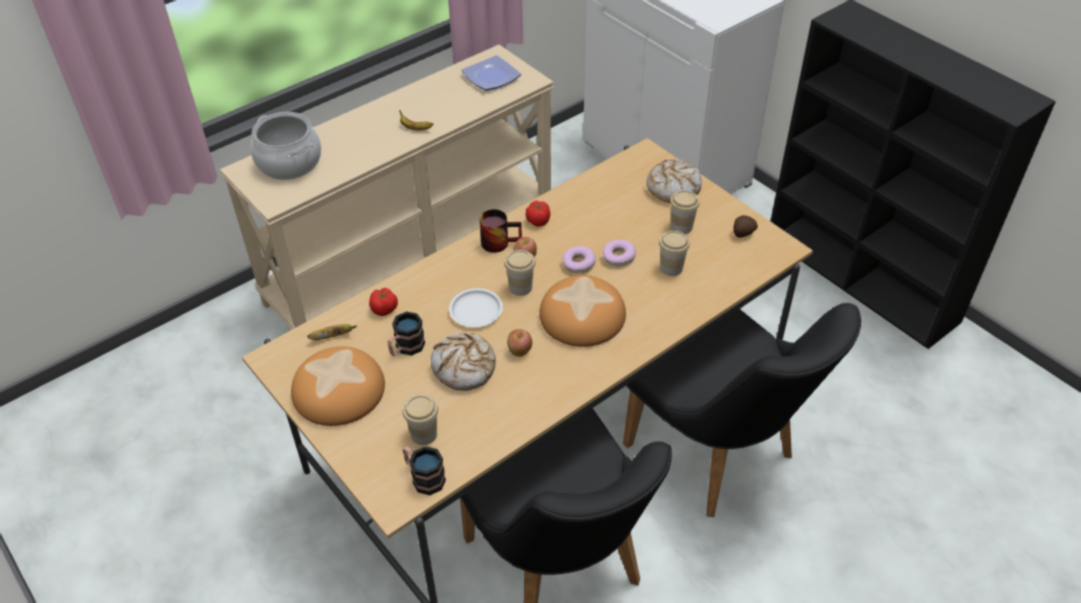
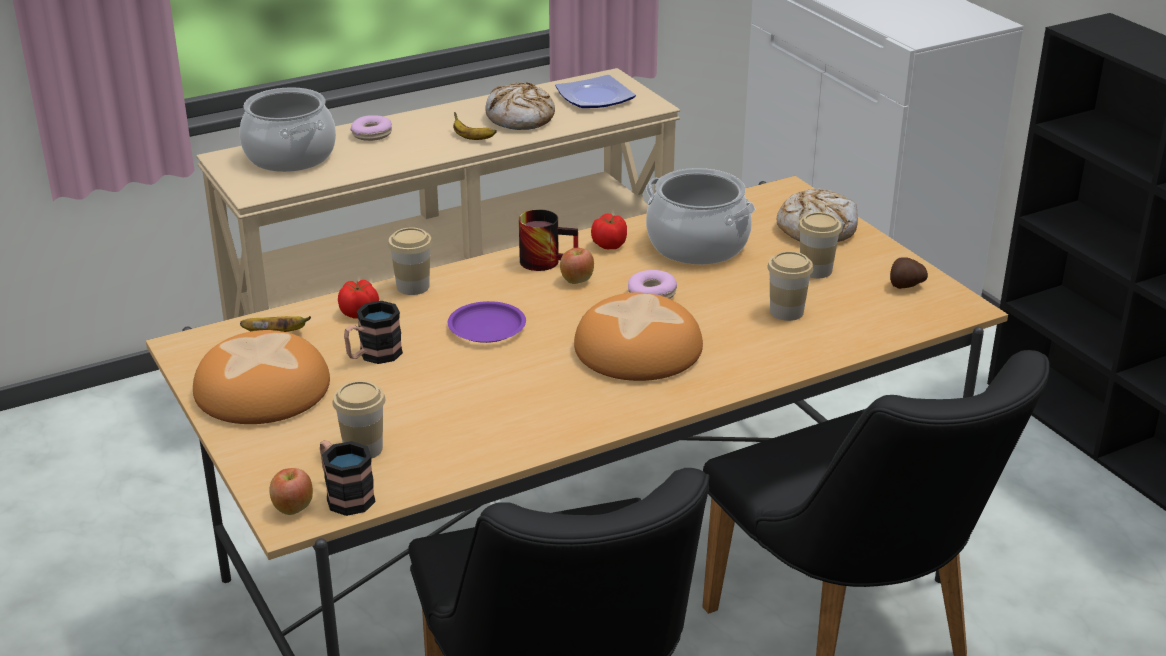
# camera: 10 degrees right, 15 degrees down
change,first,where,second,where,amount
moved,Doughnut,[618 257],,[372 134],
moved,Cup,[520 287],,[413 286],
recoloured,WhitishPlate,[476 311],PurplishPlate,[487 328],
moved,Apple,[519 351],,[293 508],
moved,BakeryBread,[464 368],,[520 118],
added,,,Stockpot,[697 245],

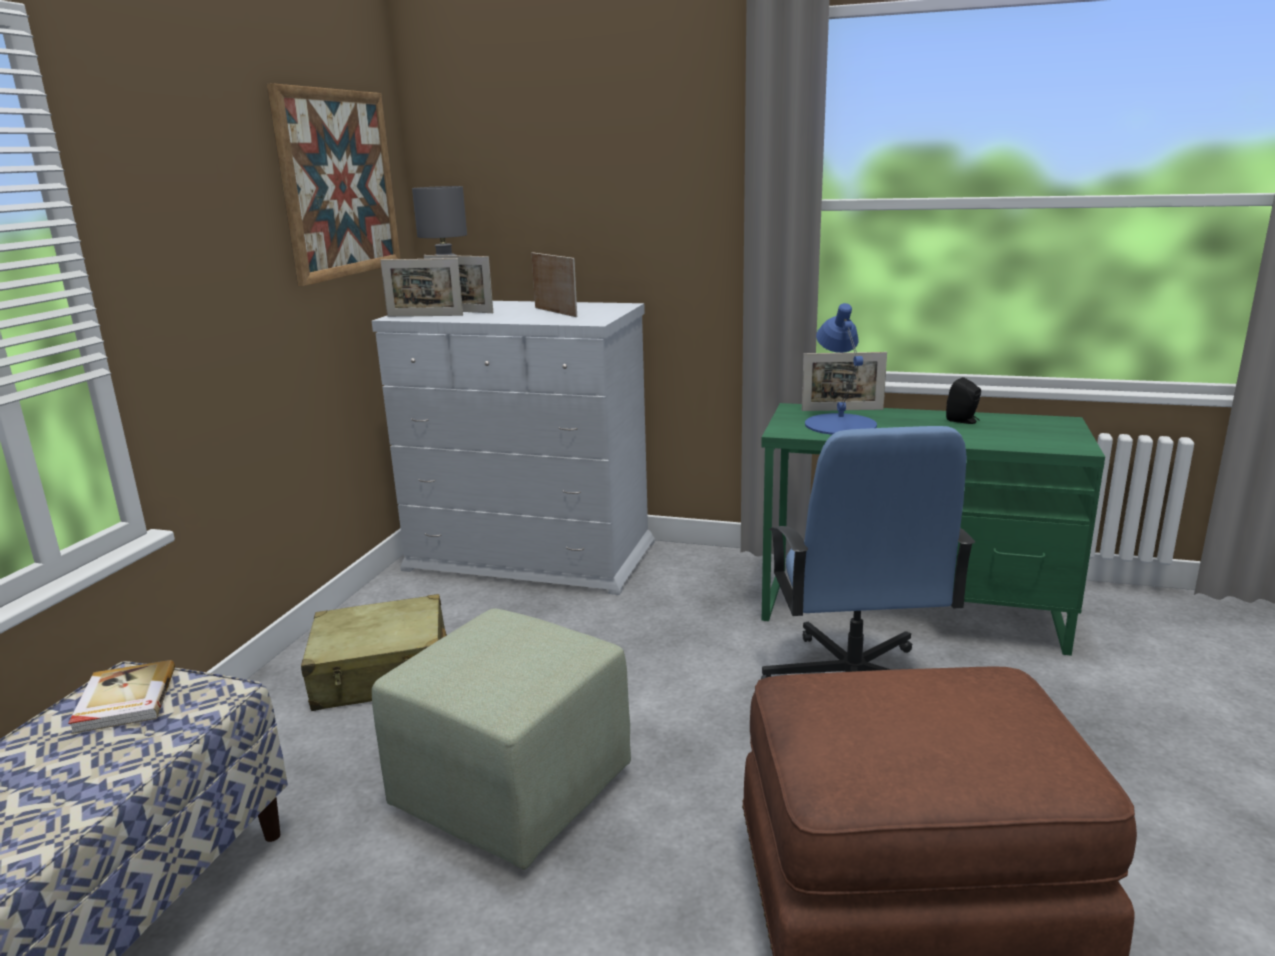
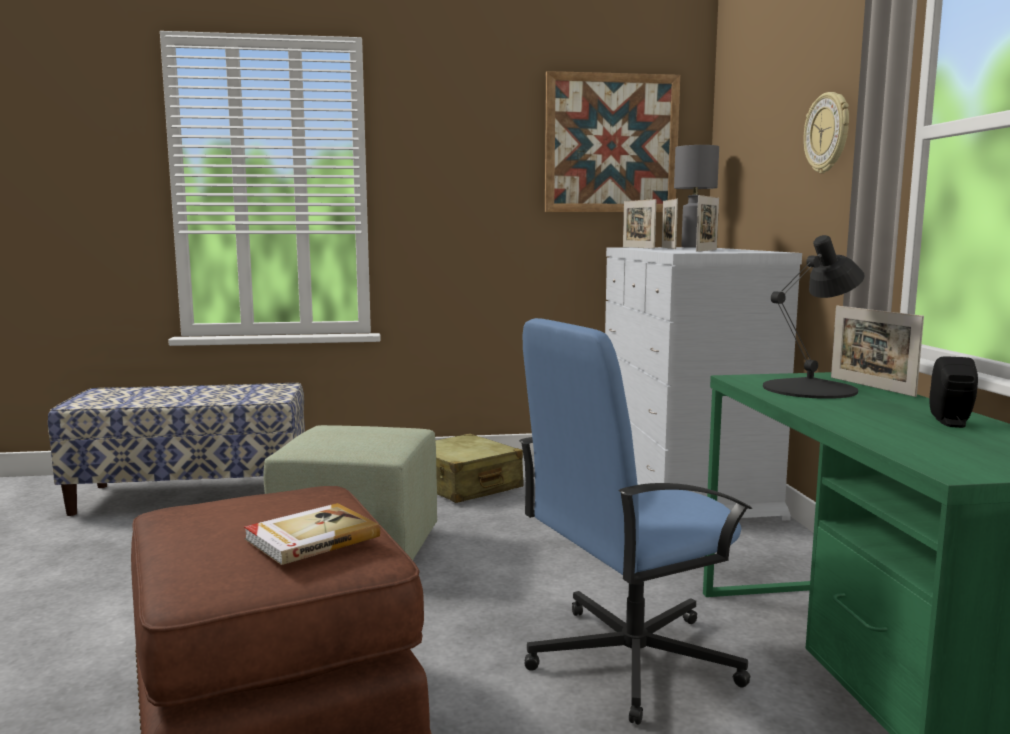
# camera: 65 degrees right, 10 degrees down
change,first,where,second,where,amount
recoloured,BlueColouredLampForATable,[840 424],BlackishLampForATable,[811 389],
moved,BoundBook,[124 700],,[310 538],
added,,,ClockOnTheWall,[828 133],

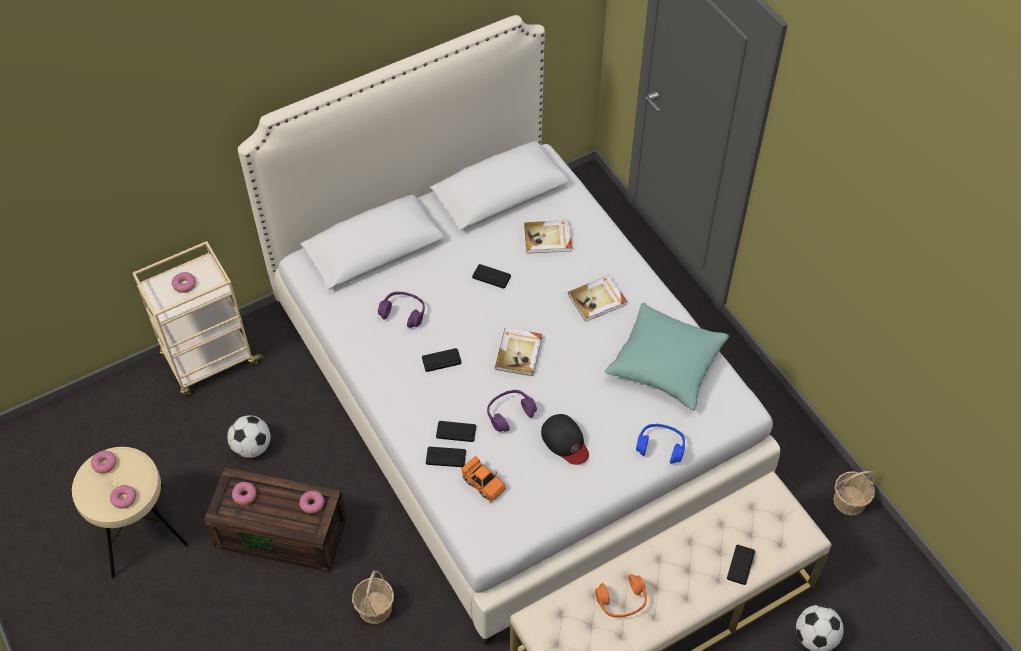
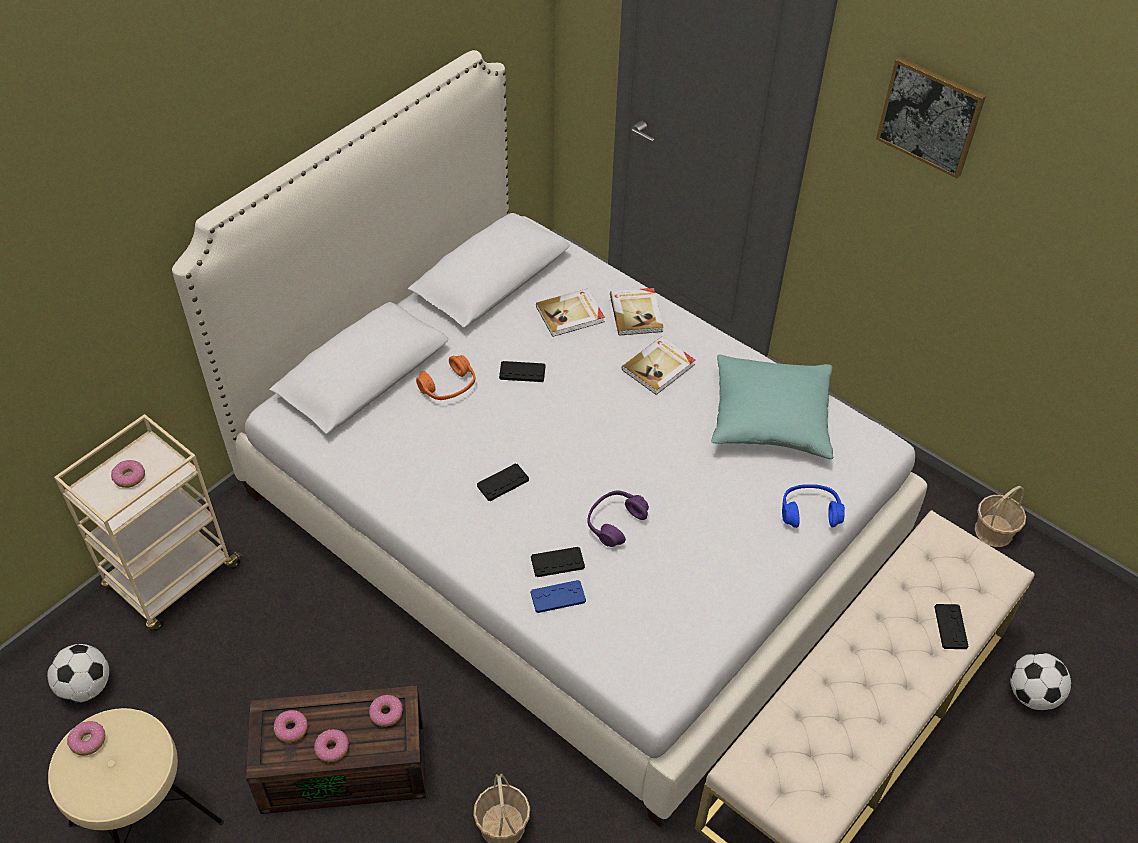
# camera: 20 degrees left, 5 degrees down
change,first,where,second,where,amount
removed,PurplishHeadset,[403 313],,,
moved,BoundBook,[519 353],,[637 313],
removed,BlackishBaseballCap,[565 441],,,
moved,FootballBall,[252 447],,[86 687],
recoloured,BlackishJoypad,[446 457],BlueColouredJoypad,[558 597],
removed,OrangeColouredMiniatureCar,[483 483],,,
moved,Doughnut,[124 499],,[332 748],
moved,OrangeColouredHeadset,[622 601],,[448 387],
added,,,WallArt,[930 116],

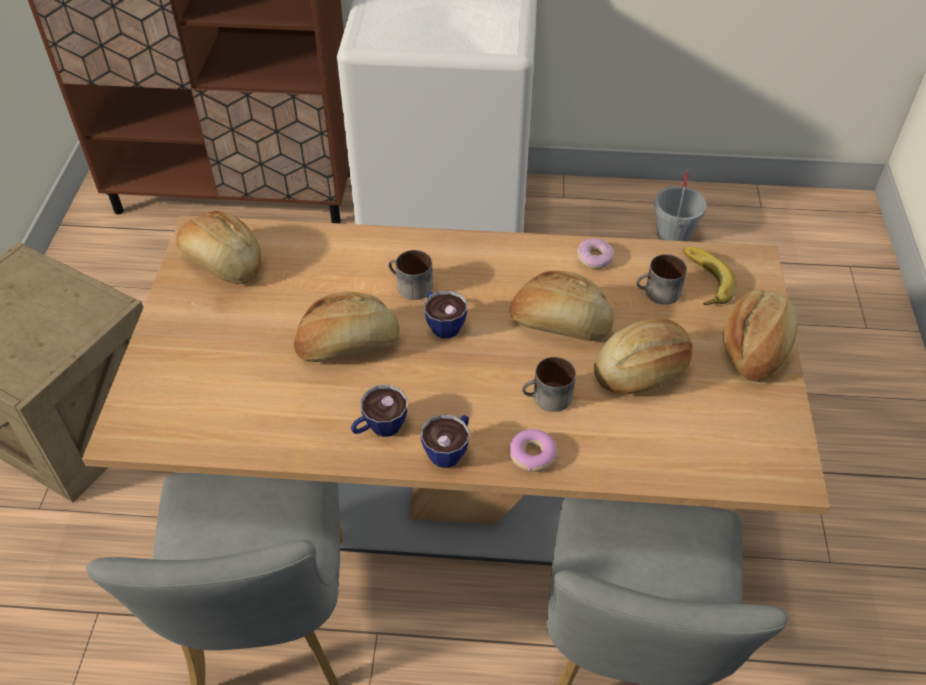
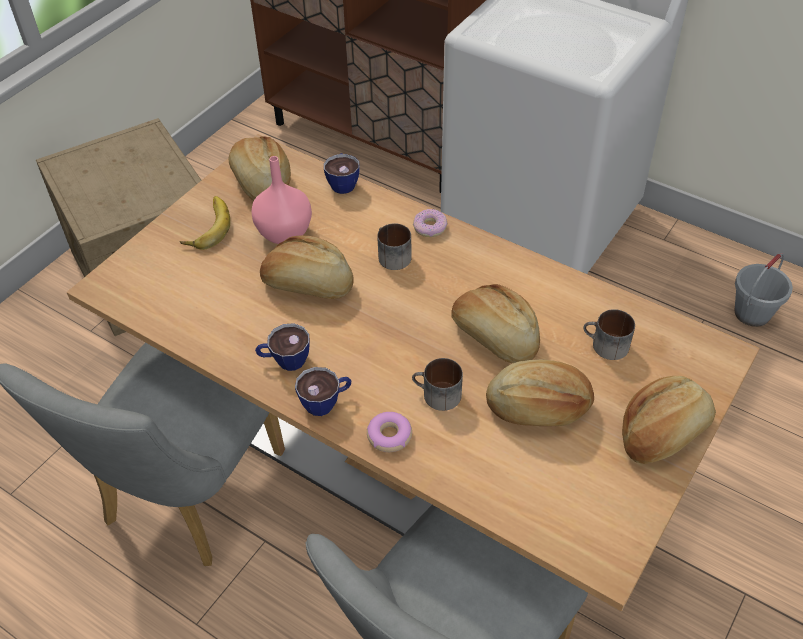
# camera: 30 degrees right, 0 degrees up
change,first,where,second,where,amount
moved,Doughnut,[595 258],,[430 227],
moved,WholeBanana,[701 280],,[206 227],
moved,Cup,[442 324],,[343 182],
added,,,PinkFlowerVase,[286 233],

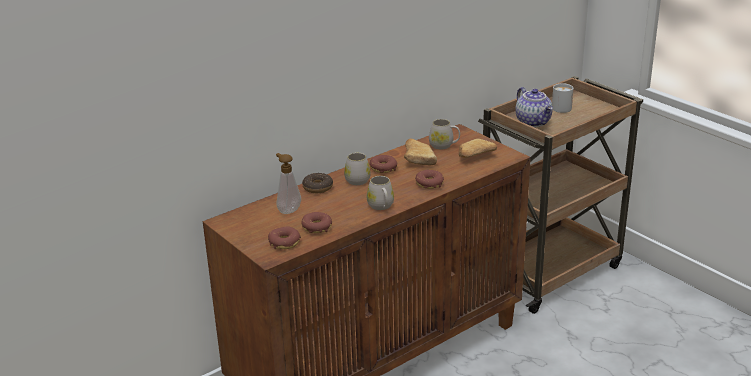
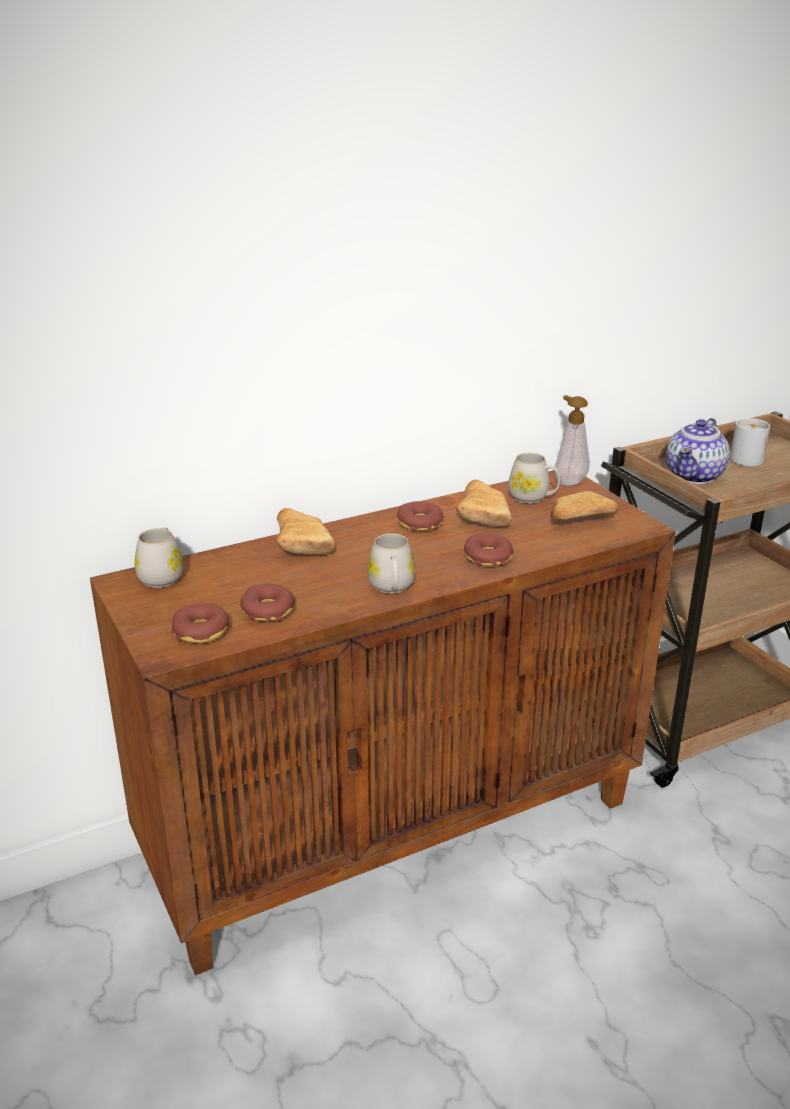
# camera: 10 degrees right, 0 degrees up
change,first,where,second,where,amount
turned,PotForTea,[534 122],,[695 476],45 degrees clockwise
moved,WhitishCoffeeMug,[357 179],,[162 575],
moved,SoapBottle,[288 210],,[568 481],
replaced,Doughnut,[318 187],BakeryBread,[300 543],

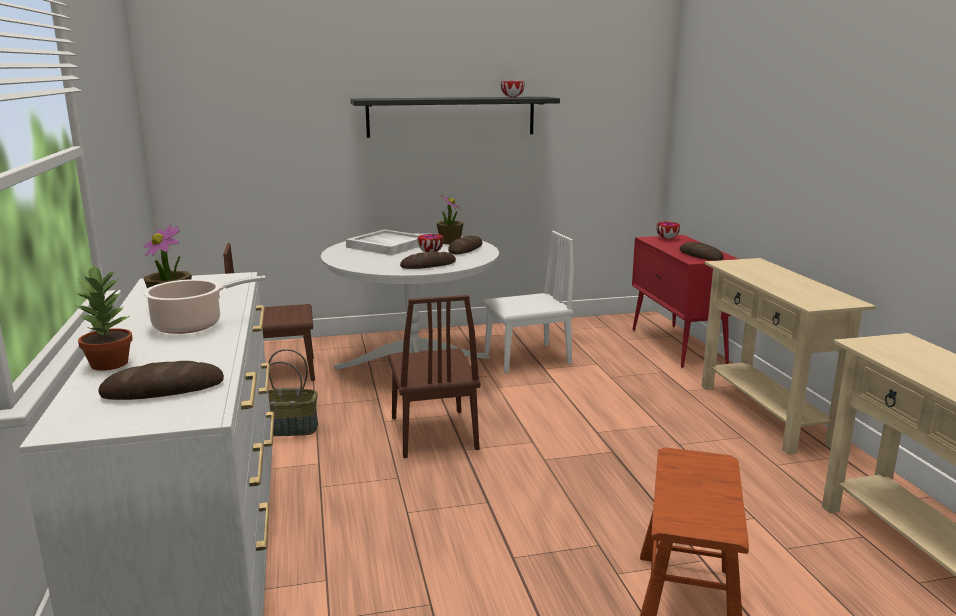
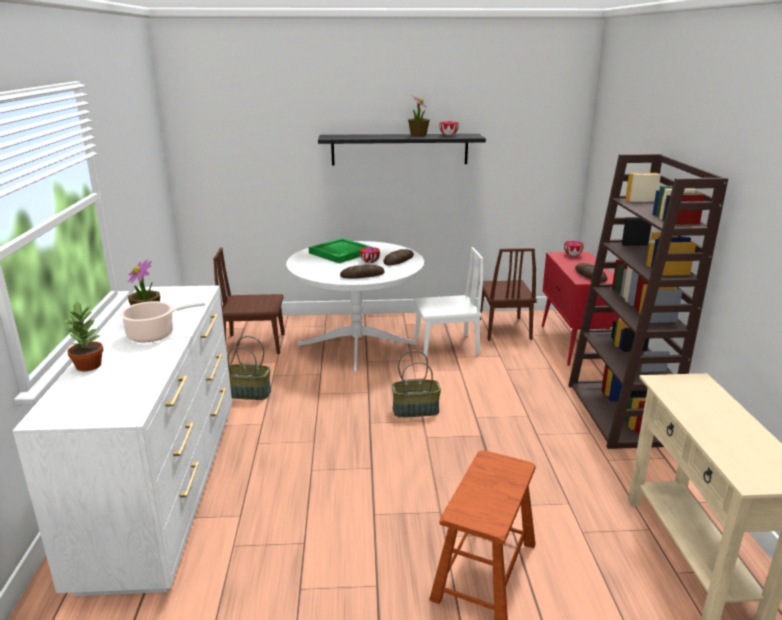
# camera: 10 degrees right, 5 degrees up
change,first,where,second,where,amount
moved,PlantInAPot,[450 242],,[418 135],
recoloured,WhitishCarryingTray,[386 245],GreenCarryingTray,[340 253],
replaced,BeigeHallTable,[764 414],BrownishShelvingUnit,[618 414],
moved,BrownishUprightChair,[433 433],,[504 328],
removed,BakeryBread,[163 389],,,
added,,,Basket,[416 410],

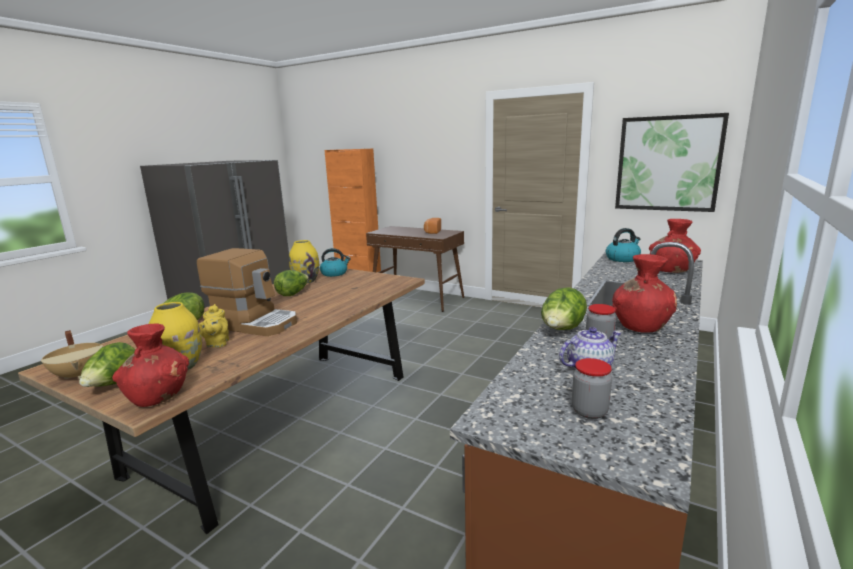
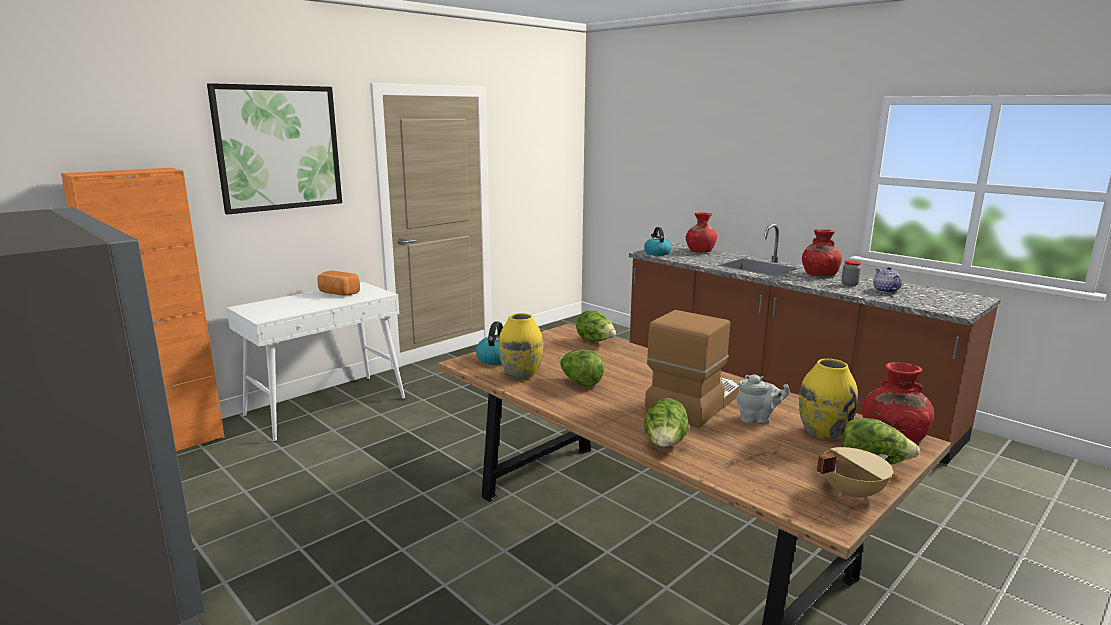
# camera: 75 degrees left, 0 degrees up
change,first,where,second,where,amount
moved,WallArt,[668 163],,[278 148],
recoloured,BrownishHallTable,[417 298],WhitishHallTable,[327 406],
moved,Lettuce,[562 330],,[595 342],
recoloured,YellowColouredPotForTea,[217 344],GreyishPotForTea,[757 419],
removed,PreserveJar,[589 411],,,

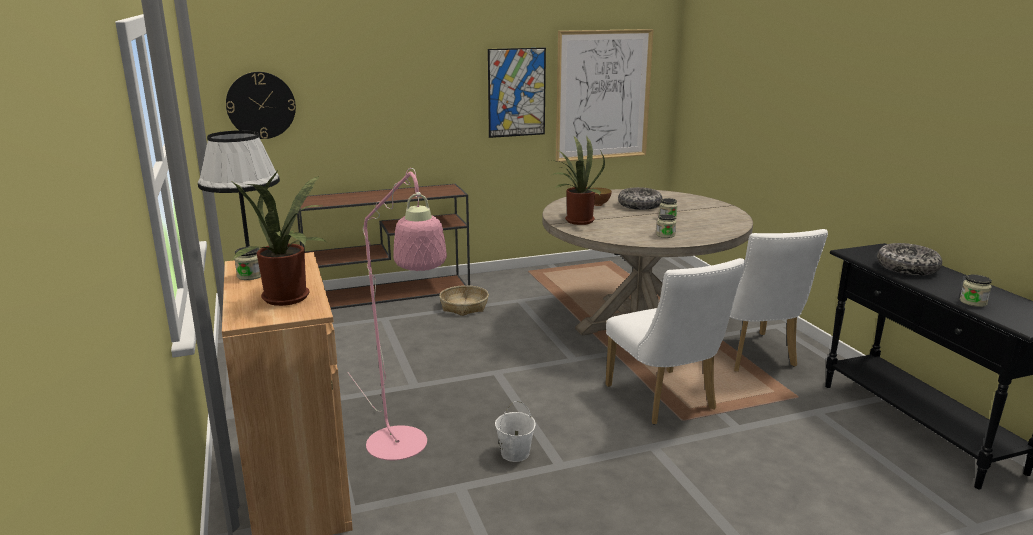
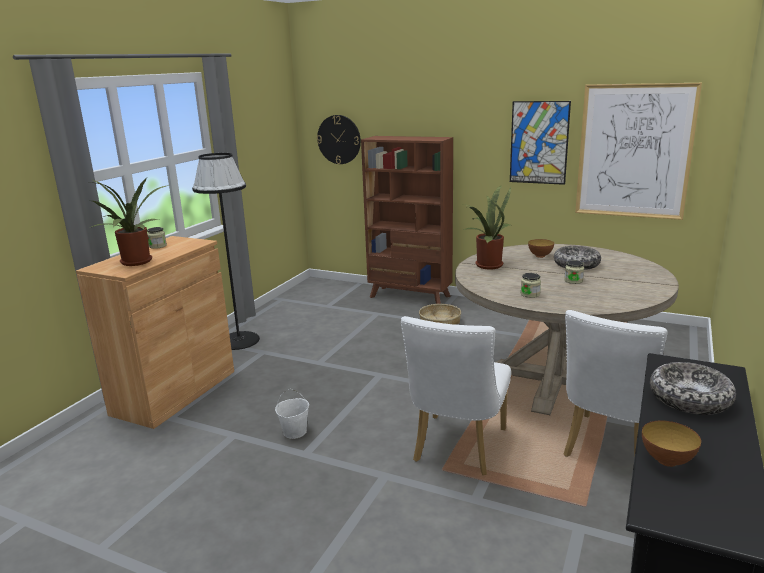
# camera: 45 degrees right, 0 degrees up
change,first,where,second,where,amount
removed,PinkFloorLamp,[403 451],,,
replaced,BrownishHallTable,[389 292],BrownishShelvingUnit,[410 297],
replaced,PreserveJar,[973 302],DeepDish,[667 460],

